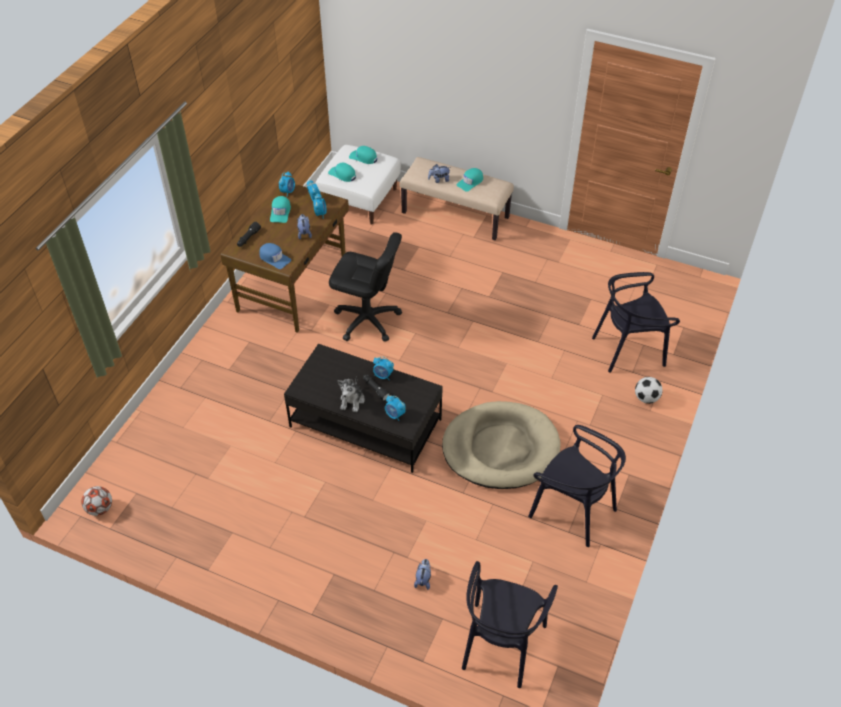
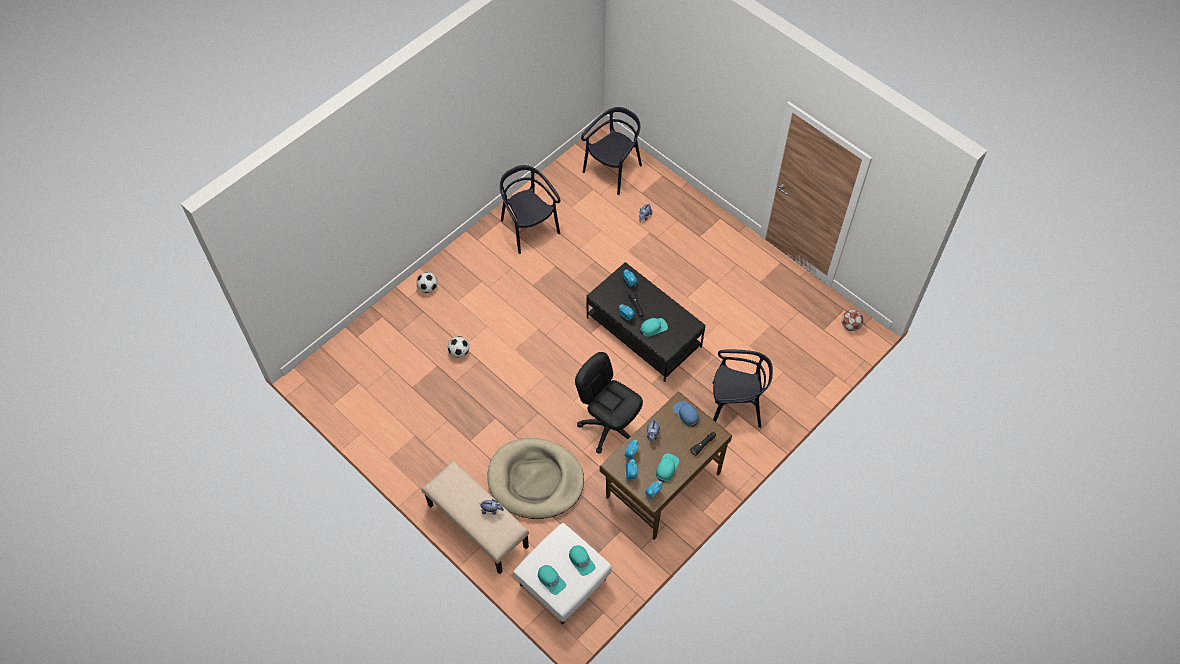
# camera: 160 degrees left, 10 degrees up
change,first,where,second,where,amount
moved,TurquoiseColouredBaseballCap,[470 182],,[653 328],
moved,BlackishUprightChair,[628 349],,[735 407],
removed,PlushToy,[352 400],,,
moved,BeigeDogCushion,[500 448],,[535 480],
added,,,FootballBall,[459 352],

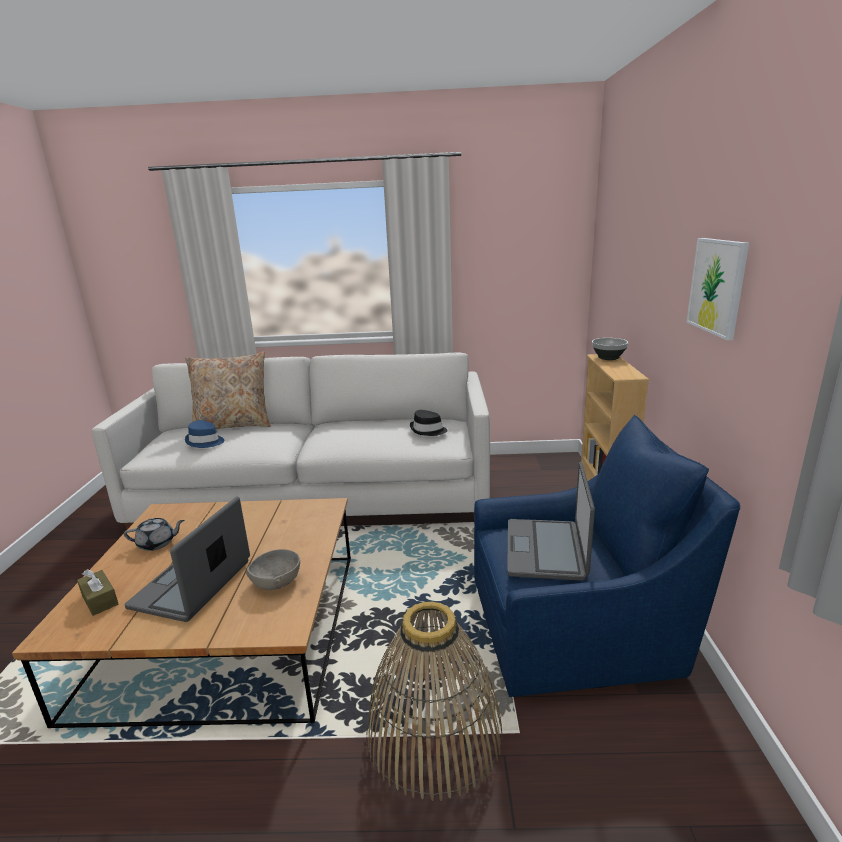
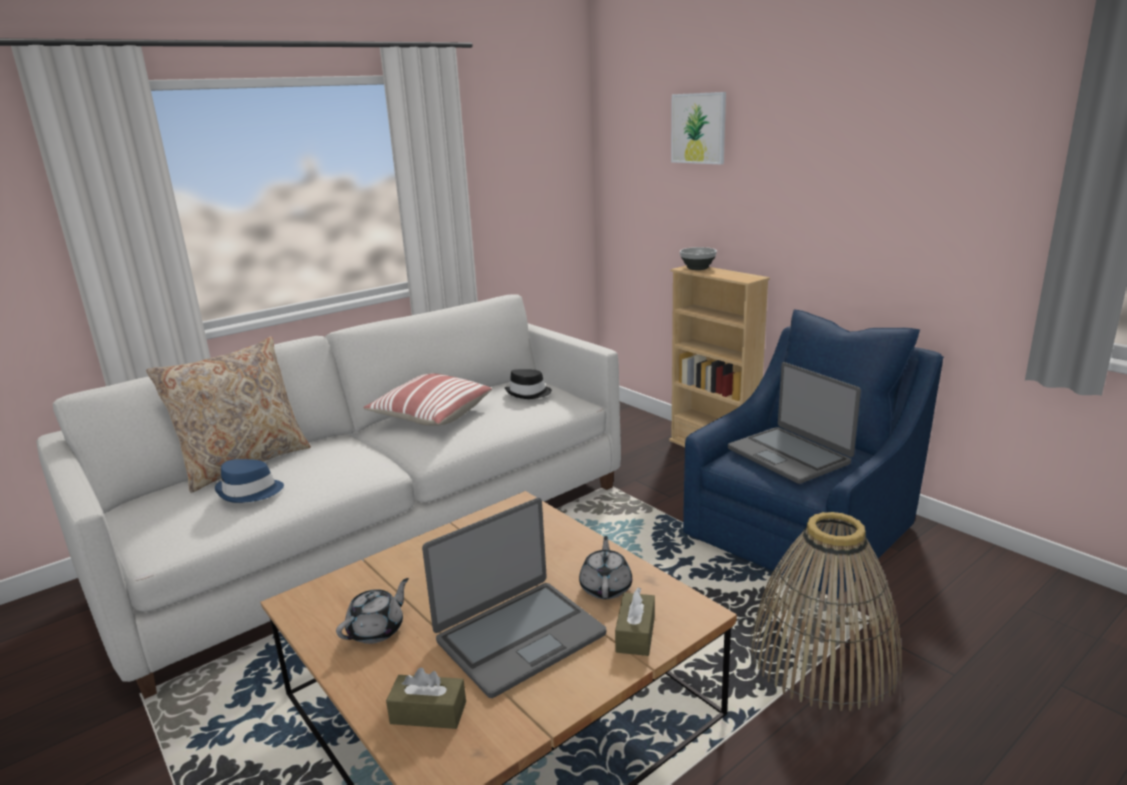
# camera: 40 degrees left, 0 degrees up
change,first,where,second,where,amount
moved,WallArt,[717 286],,[698 128],
turned,Laptop,[193 584],,[519 637],105 degrees counterclockwise
replaced,GreyishDeepDish,[276 581],GreyishPotForTea,[606 587],
added,,,ThrowPillow,[430 415],
added,,,BrownishBoxOfTissues,[635 634],

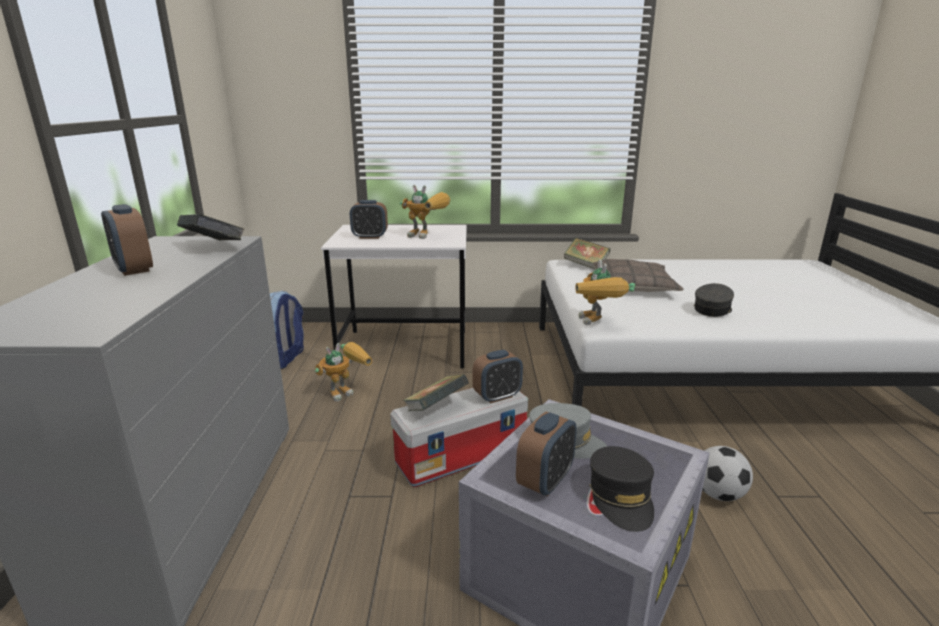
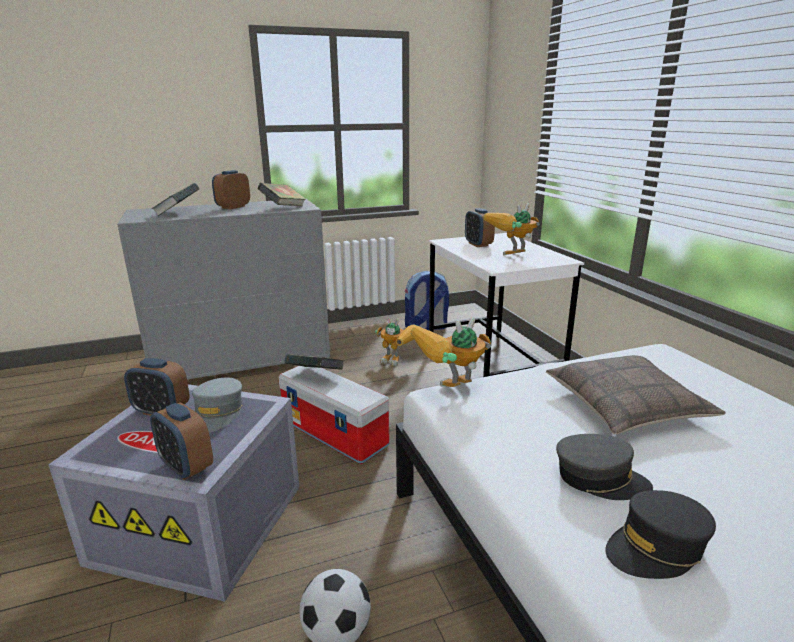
# camera: 70 degrees right, 0 degrees up
change,first,where,second,where,amount
turned,RobotFigure,[428 236],,[510 257],60 degrees clockwise
moved,BoundBook,[586 265],,[178 213],
moved,TableClock,[497 396],,[186 466],
moved,BlackishBaseballCap,[621 497],,[656 547],

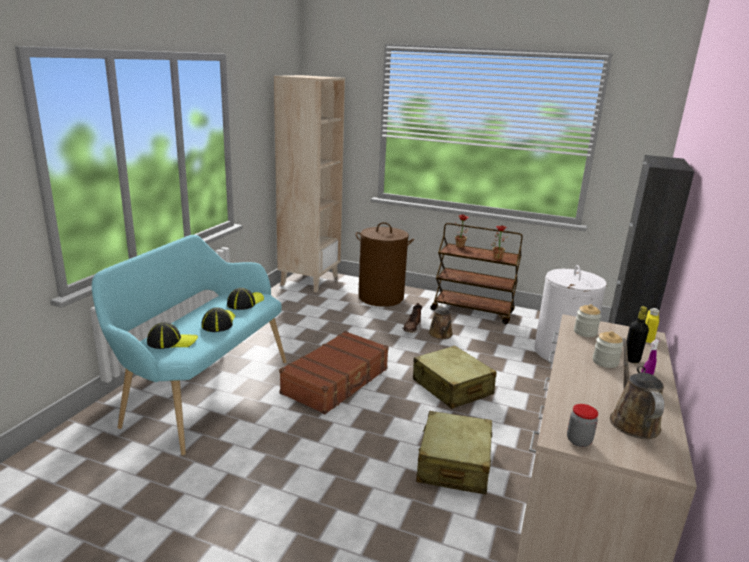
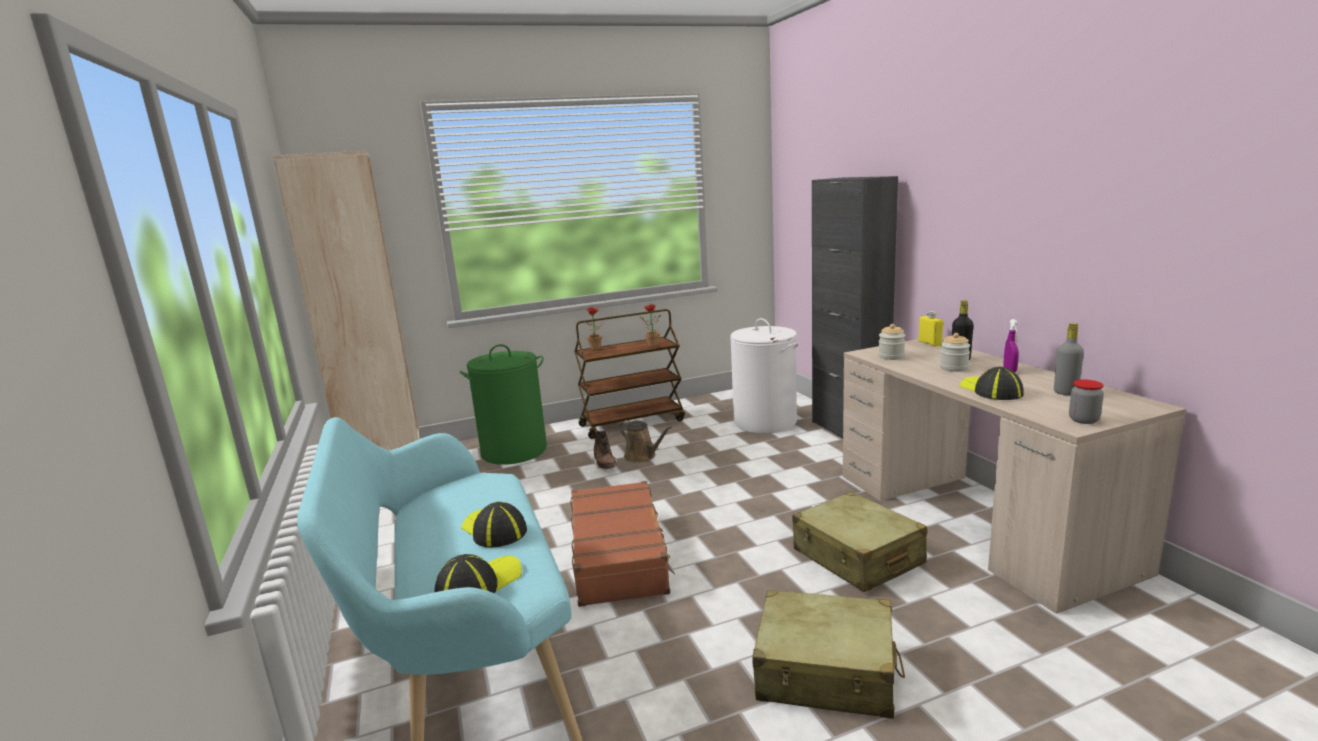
# camera: 40 degrees left, 5 degrees down
change,first,where,second,where,amount
recoloured,BrownishWashingBasket,[381 297],GreenWashingBasket,[514 451],
moved,BaseballCap,[245 302],,[991 391],
replaced,BrownishWateringCan,[632 421],GreyishBeverageBottle,[1065 393],
moved,BeigeSuitcase,[452 387],,[826 672],

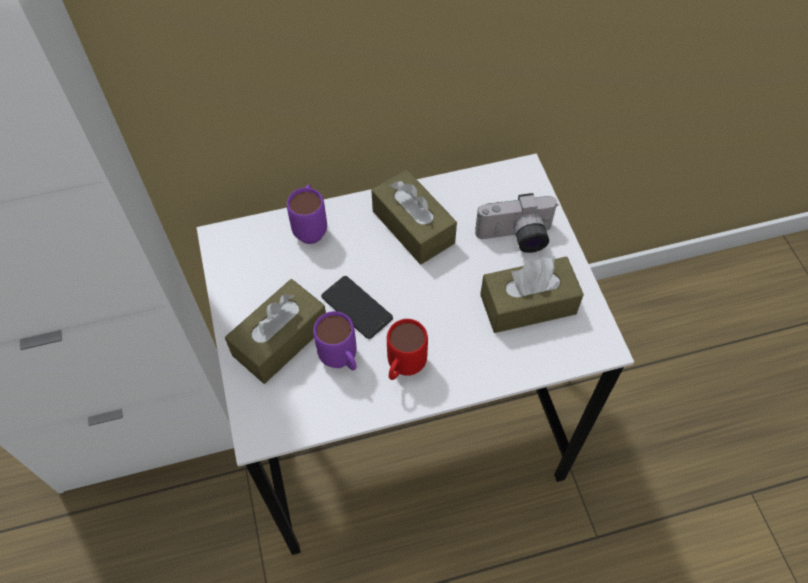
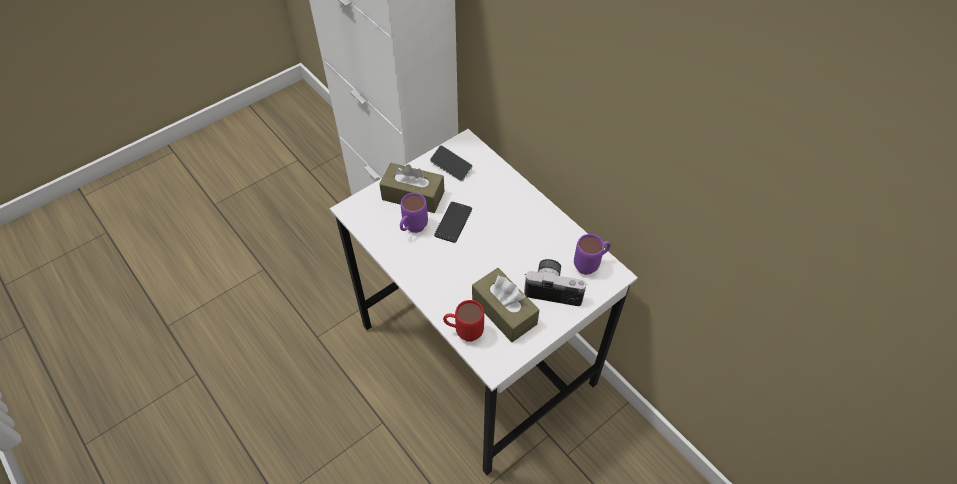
# camera: 65 degrees right, 5 degrees down
change,first,where,second,where,amount
removed,BrownishBoxOfTissues,[413 227],,,
moved,PurplishCoffeeMug,[311 228],,[590 265],
turned,StillCamera,[516 238],,[554 288],135 degrees clockwise
moved,RedColouredCoffeeMug,[403 370],,[463 332],
added,,,Handset,[451 167],

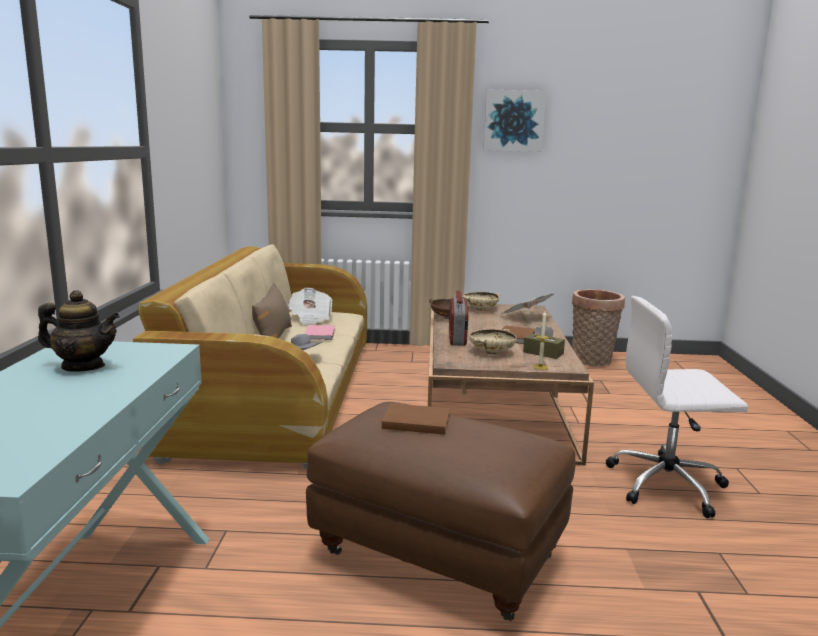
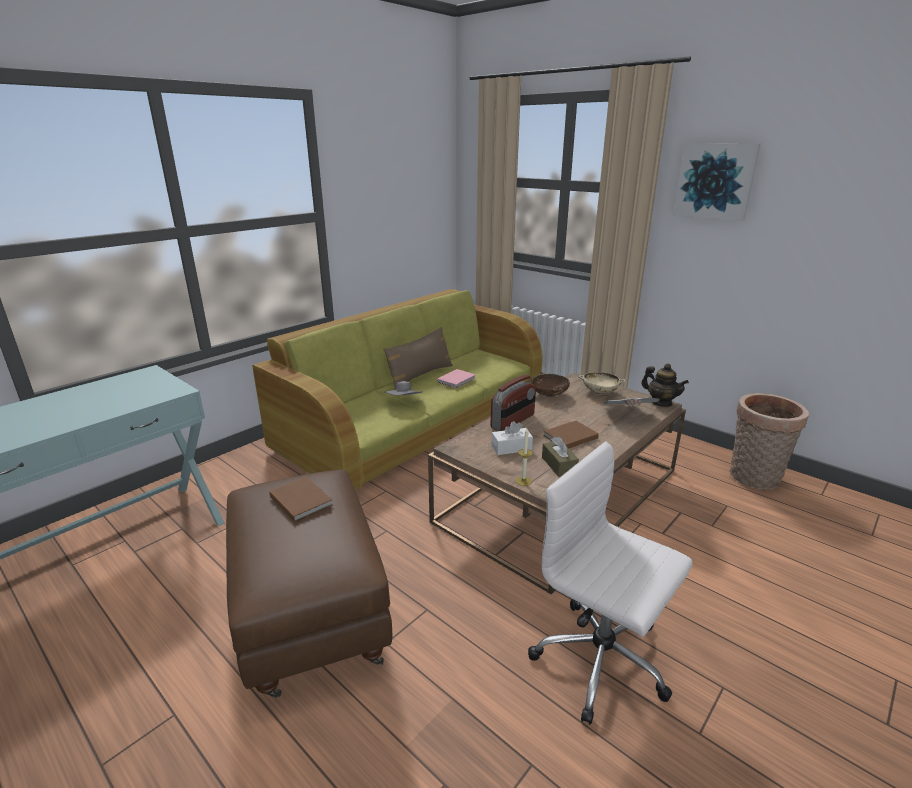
# camera: 40 degrees right, 10 degrees up
change,first,where,second,where,amount
recoloured,BeigeSettee,[278 394],GreenSettee,[415 421],
removed,Newspaper,[310 318],,,
moved,PotForTea,[83 367],,[661 402],
replaced,BeigeDeepDish,[491 352],WhitishBoxOfTissues,[511 448],

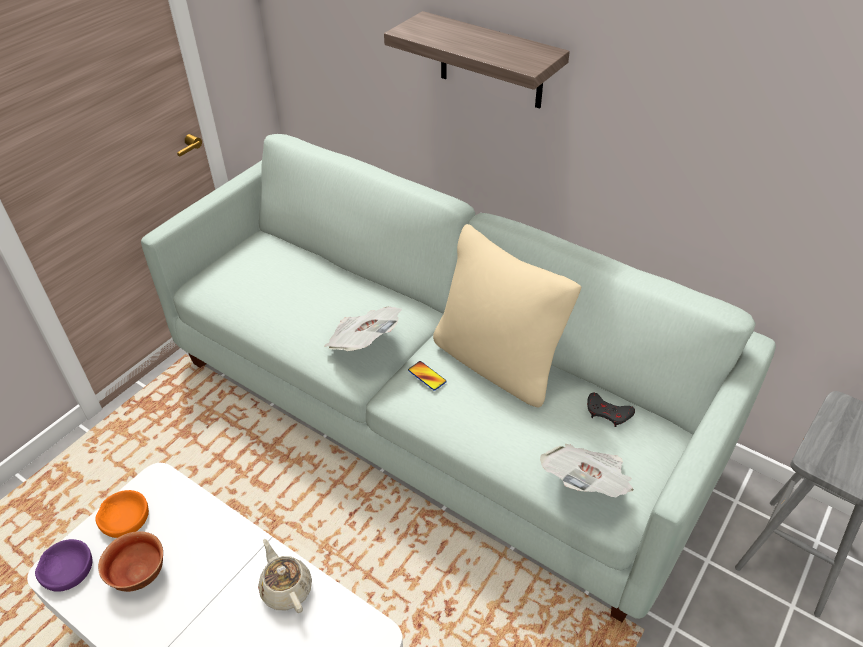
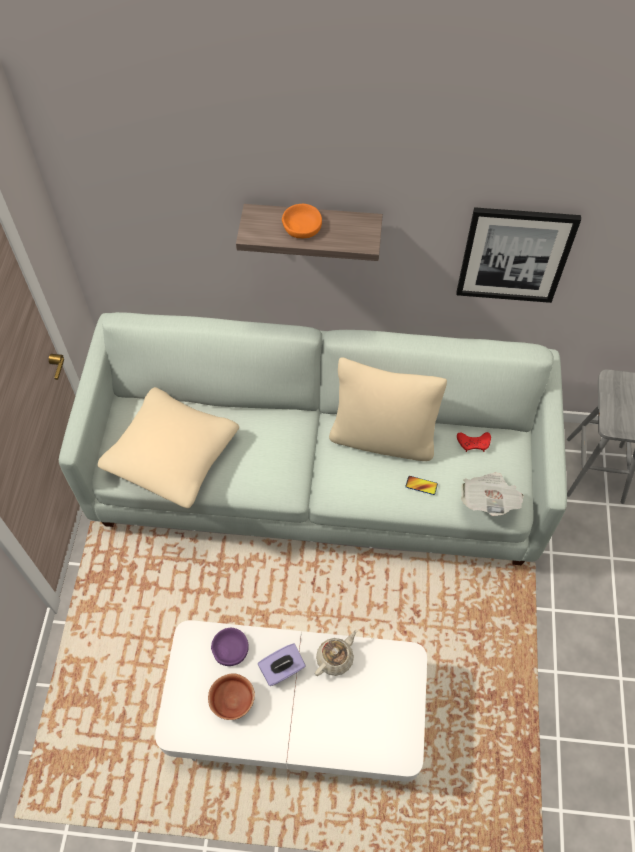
# camera: 30 degrees left, 15 degrees up
change,first,where,second,where,amount
removed,Newspaper,[363 342],,,
moved,Handset,[427 376],,[421 485],
recoloured,GreyishJoypad,[608 413],RedColouredJoypad,[474 443],
moved,OrangeColouredDeepDish,[125 518],,[302 226],
moved,PurplishDeepDish,[67 569],,[230 649],
turned,BeigePotForTea,[286 588],,[335 658],105 degrees clockwise
added,,,WallArt,[514 255],
added,,,BeigeThrowPillow,[172 455],
added,,,PurplishBoxOfTissues,[282 669],

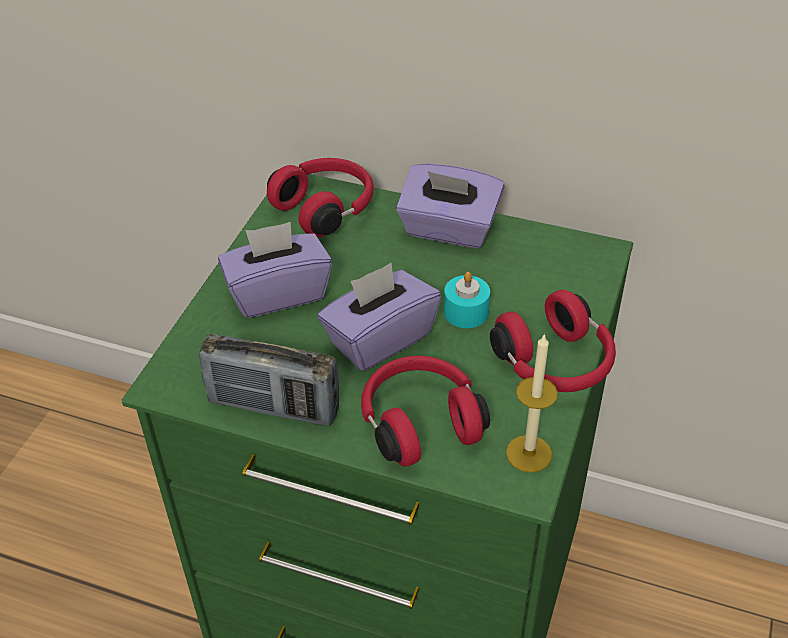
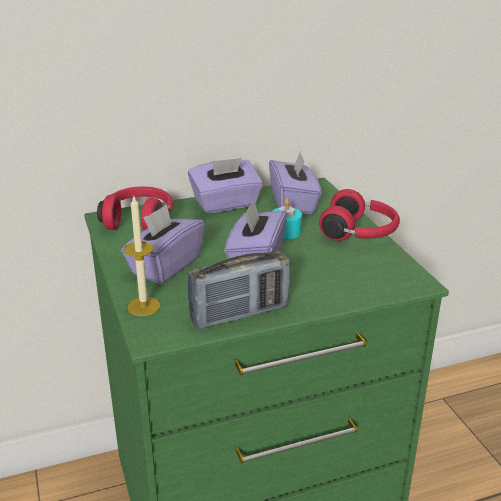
# camera: 40 degrees left, 15 degrees down
change,first,where,second,where,amount
moved,Candle,[529 453],,[144 306],
removed,RedColouredHeadset,[419 421],,,
added,,,PurplishBoxOfTissues,[293 203],

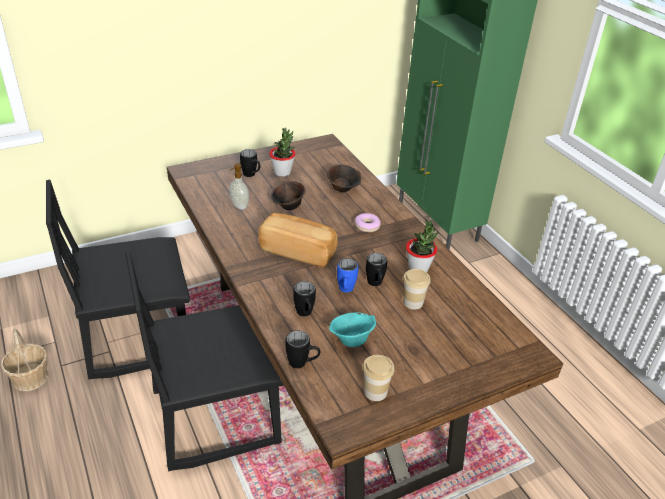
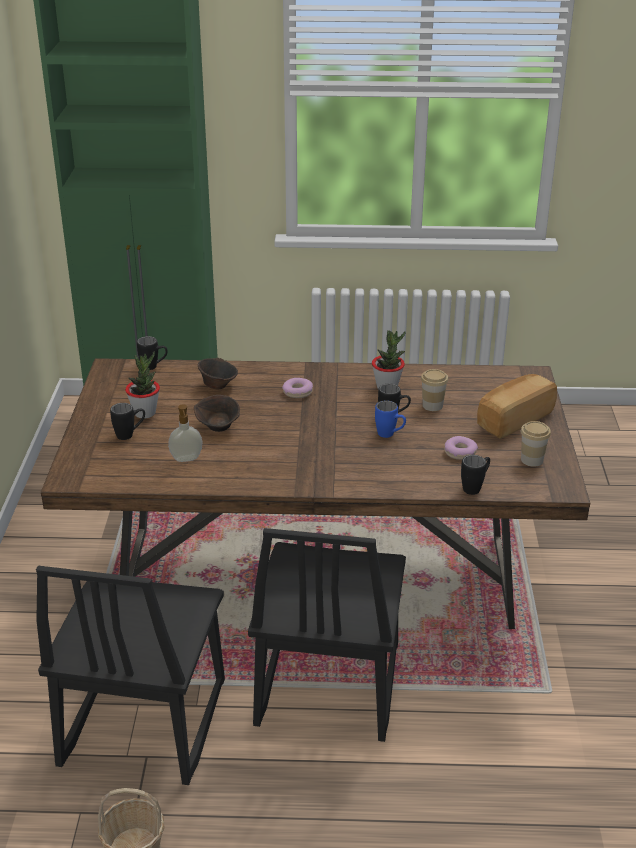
# camera: 60 degrees left, 5 degrees down
change,first,where,second,where,amount
moved,BakeryBread,[298 251],,[513 419],
moved,BlackishCoffeeMug,[305 315],,[154 367],
replaced,TurquoiseColouredDeepDish,[351 340],Doughnut,[460 452],

